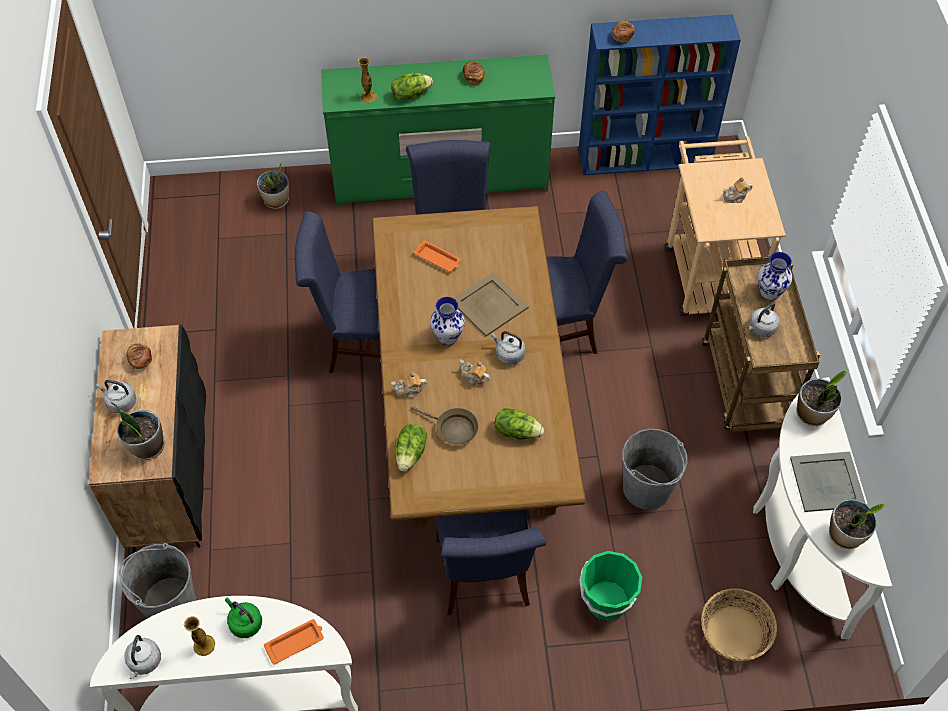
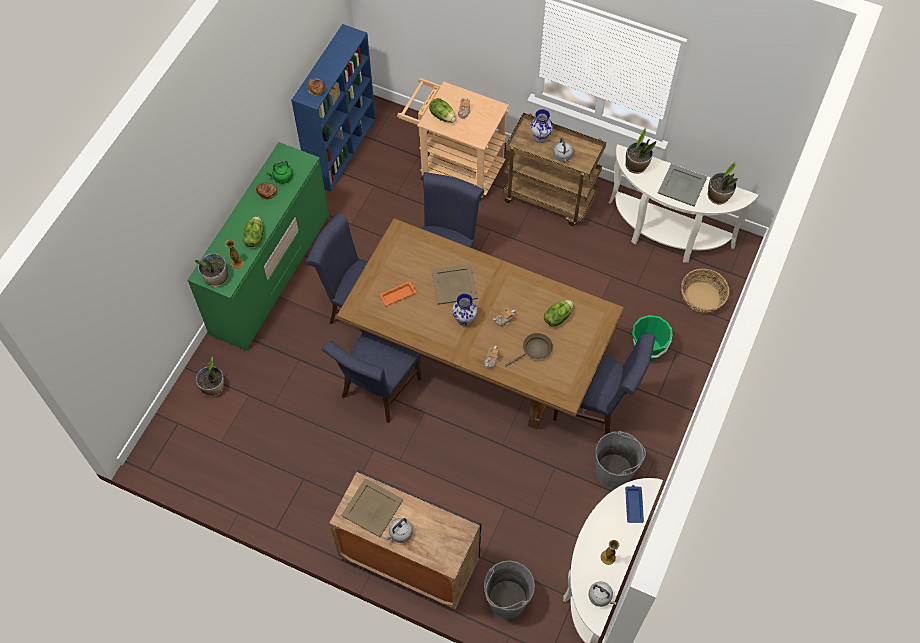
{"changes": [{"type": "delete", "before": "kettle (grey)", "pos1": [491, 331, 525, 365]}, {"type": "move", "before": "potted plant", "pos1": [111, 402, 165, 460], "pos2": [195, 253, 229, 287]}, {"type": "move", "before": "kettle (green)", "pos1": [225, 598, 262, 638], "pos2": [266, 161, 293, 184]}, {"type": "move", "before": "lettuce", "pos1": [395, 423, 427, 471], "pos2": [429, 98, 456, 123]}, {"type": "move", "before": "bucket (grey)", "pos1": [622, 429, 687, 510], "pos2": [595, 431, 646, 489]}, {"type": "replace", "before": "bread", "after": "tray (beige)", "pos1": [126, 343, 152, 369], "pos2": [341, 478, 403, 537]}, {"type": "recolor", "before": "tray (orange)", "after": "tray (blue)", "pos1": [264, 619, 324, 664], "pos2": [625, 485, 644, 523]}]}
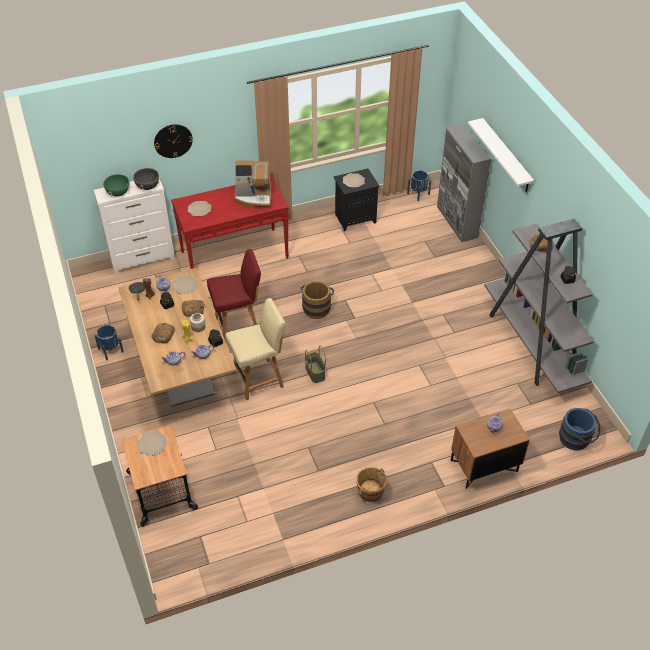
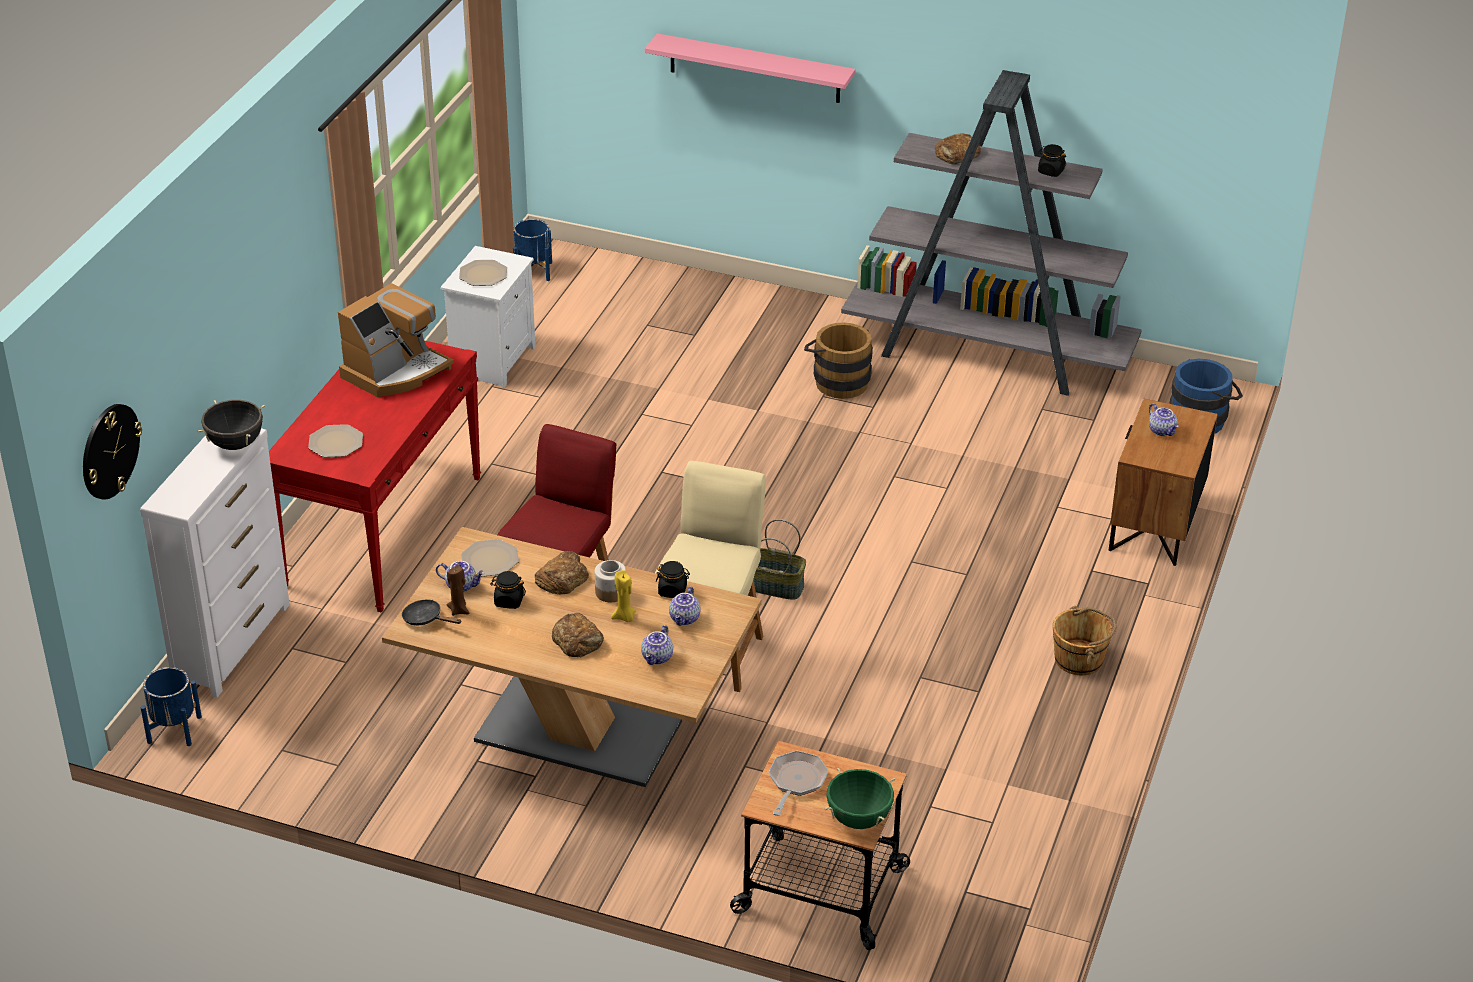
{"changes": [{"type": "delete", "before": "cabinet (grey)", "pos1": [437, 124, 491, 242]}, {"type": "move", "before": "planter (blue)", "pos1": [94, 325, 124, 360], "pos2": [141, 667, 202, 746]}, {"type": "move", "before": "cooking pot (green)", "pos1": [102, 173, 131, 196], "pos2": [825, 768, 896, 829]}, {"type": "move", "before": "wall clock", "pos1": [154, 124, 193, 158], "pos2": [83, 404, 142, 500]}, {"type": "move", "before": "bucket (brown)", "pos1": [301, 281, 334, 319], "pos2": [804, 323, 873, 399]}, {"type": "replace", "before": "plate", "after": "frying pan", "pos1": [138, 431, 168, 456], "pos2": [768, 751, 828, 816]}, {"type": "recolor", "before": "nightstand (black)", "after": "nightstand (white)", "pos1": [334, 169, 379, 231], "pos2": [440, 246, 536, 388]}, {"type": "recolor", "before": "shelf (white)", "after": "shelf (pink)", "pos1": [468, 118, 534, 192], "pos2": [645, 33, 856, 103]}]}
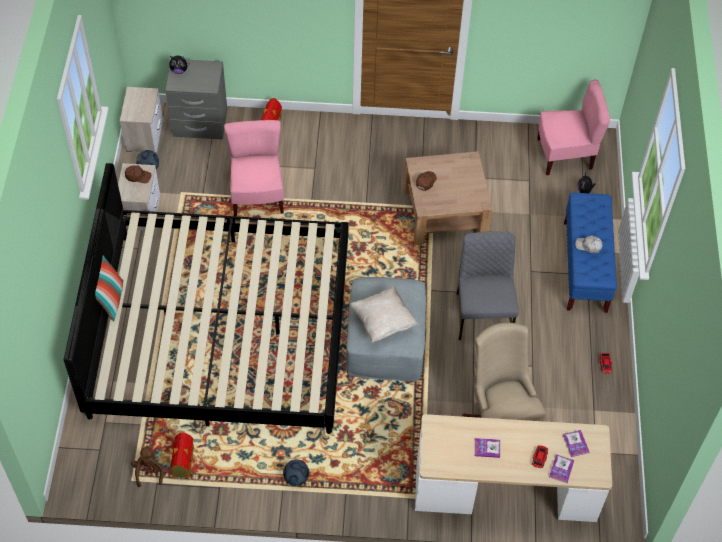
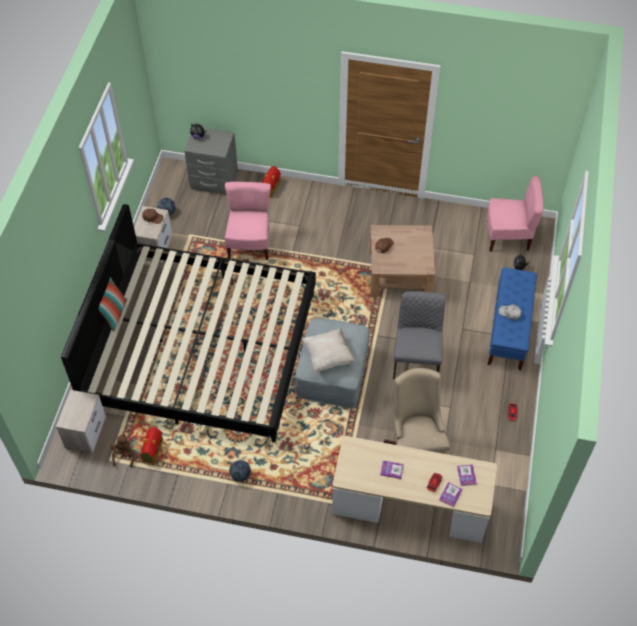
{"changes": [{"type": "move", "before": "nightstand", "pos1": [120, 87, 163, 152], "pos2": [56, 390, 106, 453]}]}
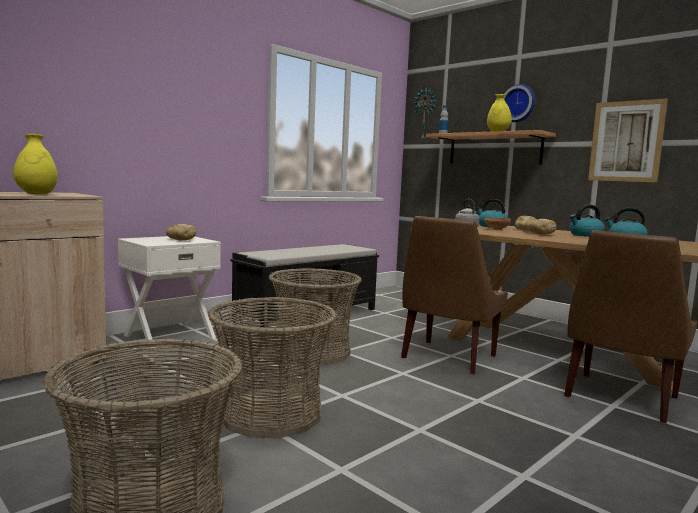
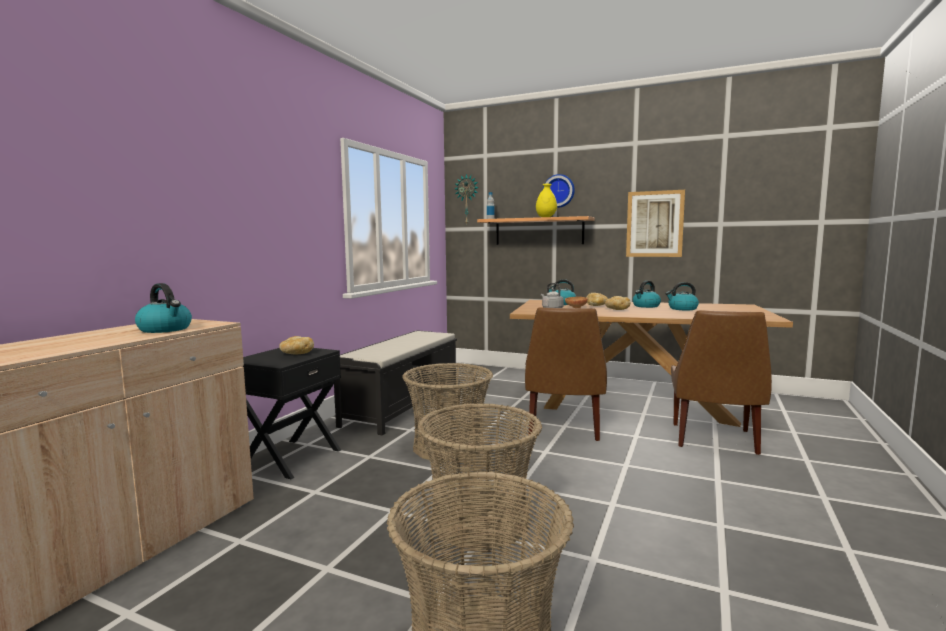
{"changes": [{"type": "replace", "before": "vase (yellow)", "after": "kettle", "pos1": [13, 134, 58, 194], "pos2": [135, 283, 192, 333]}, {"type": "recolor", "before": "nightstand (white)", "after": "nightstand (black)", "pos1": [118, 236, 221, 352], "pos2": [241, 348, 341, 479]}]}
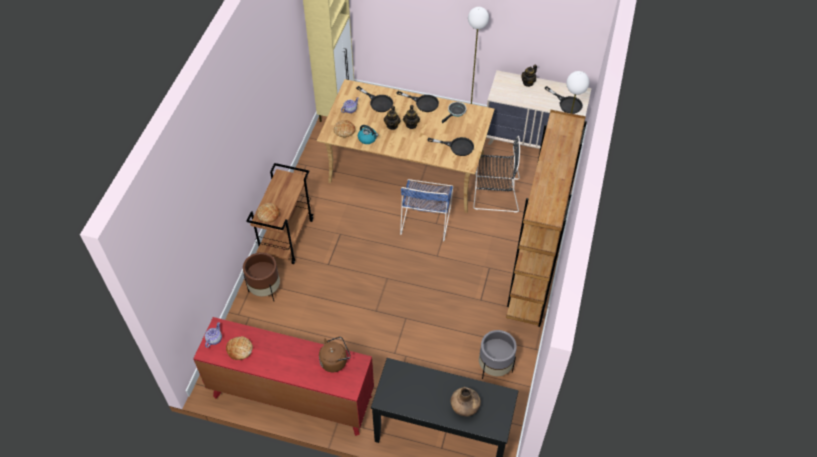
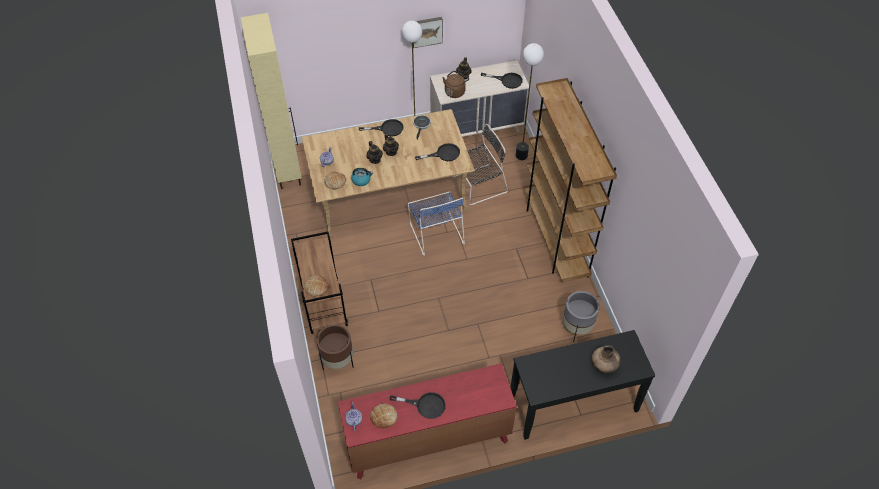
{"changes": [{"type": "insert", "after": "picture", "pos2": [413, 17, 443, 48]}, {"type": "move", "before": "kettle (brown)", "pos1": [319, 336, 351, 372], "pos2": [443, 71, 469, 98]}, {"type": "move", "before": "frying pan (black)", "pos1": [356, 86, 393, 112], "pos2": [389, 392, 446, 419]}]}
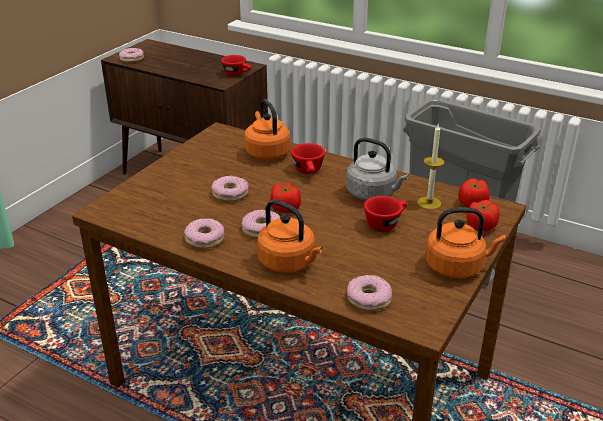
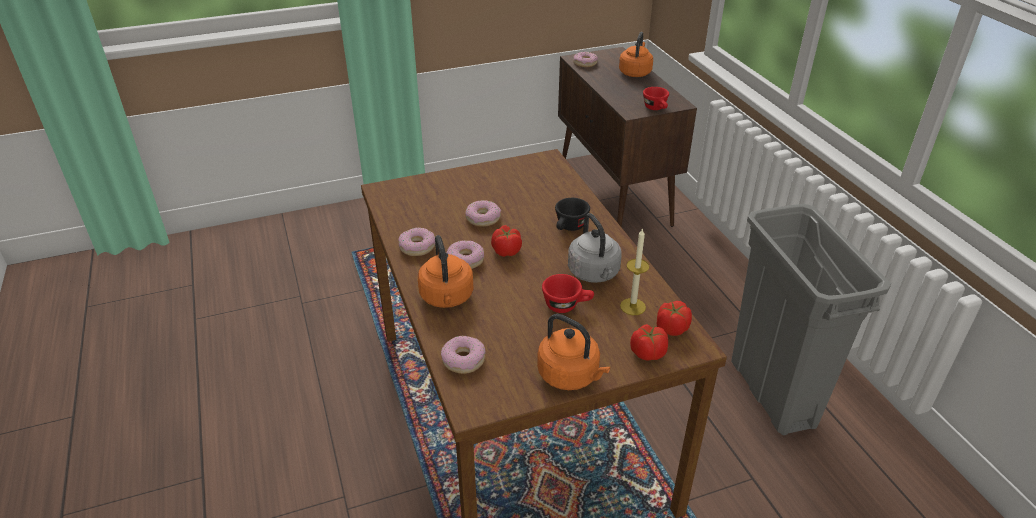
{"changes": [{"type": "move", "before": "kettle (orange)", "pos1": [244, 99, 290, 160], "pos2": [619, 32, 653, 77]}, {"type": "recolor", "before": "cup (red)", "after": "cup (black)", "pos1": [291, 143, 325, 174], "pos2": [555, 198, 590, 231]}]}
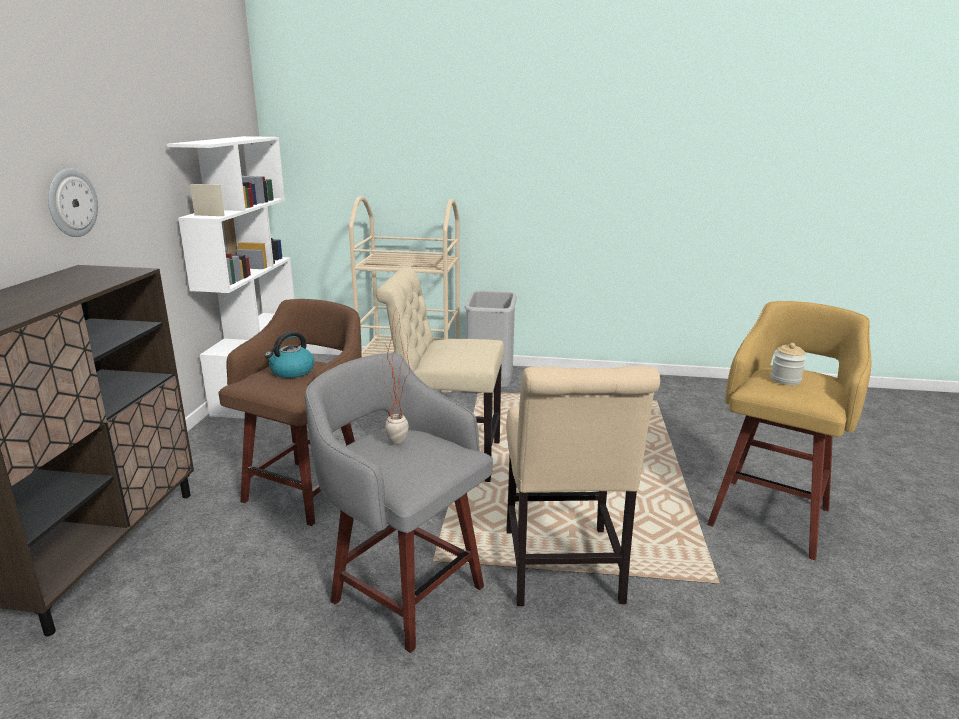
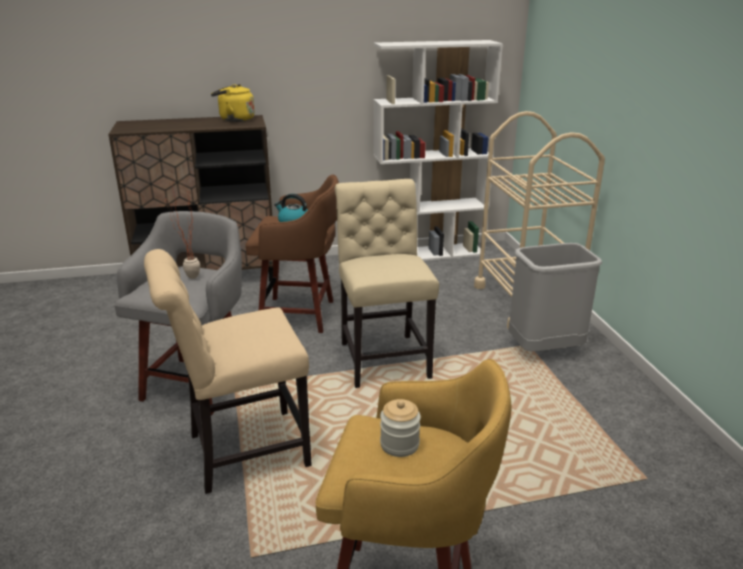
{"changes": [{"type": "delete", "before": "wall clock", "pos1": [48, 168, 98, 237]}, {"type": "insert", "after": "kettle (yellow)", "pos2": [211, 84, 255, 122]}]}
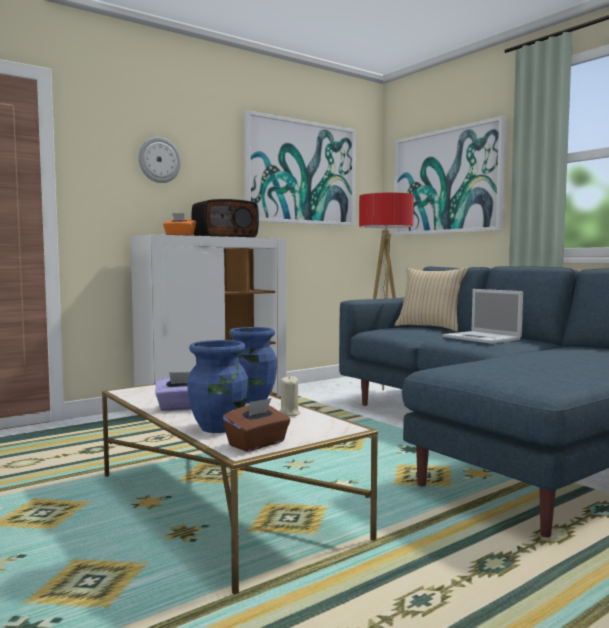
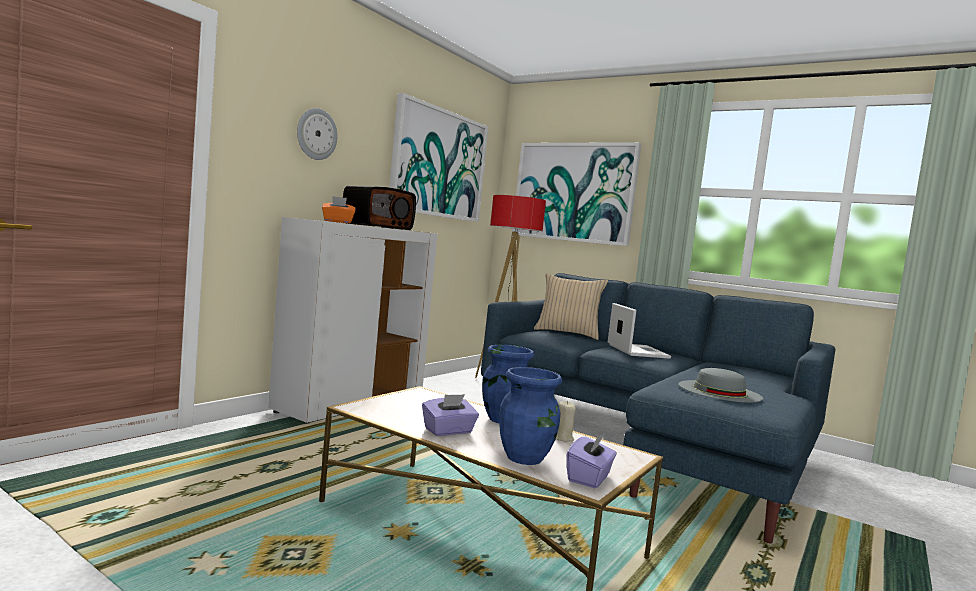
{"changes": [{"type": "insert", "after": "hat (grey)", "pos2": [678, 368, 763, 402]}, {"type": "recolor", "before": "tissue box (brown)", "after": "tissue box (purple)", "pos1": [223, 398, 290, 452], "pos2": [567, 433, 617, 488]}, {"type": "rotate", "before": "laptop", "pos1": [443, 289, 523, 344], "pos2": [608, 303, 671, 359], "turn": -135}]}
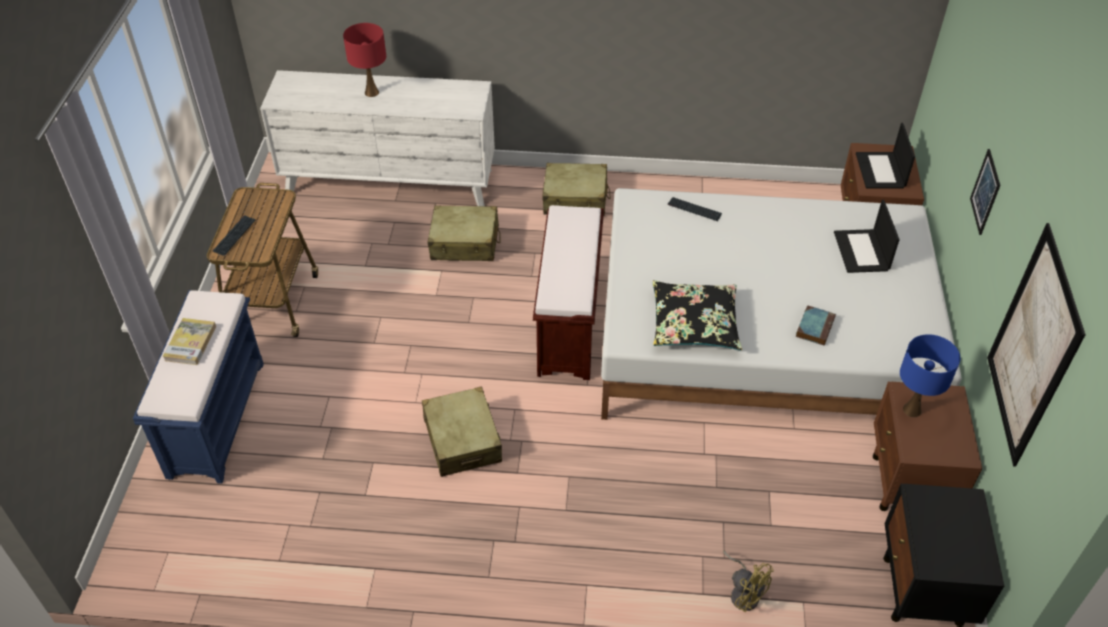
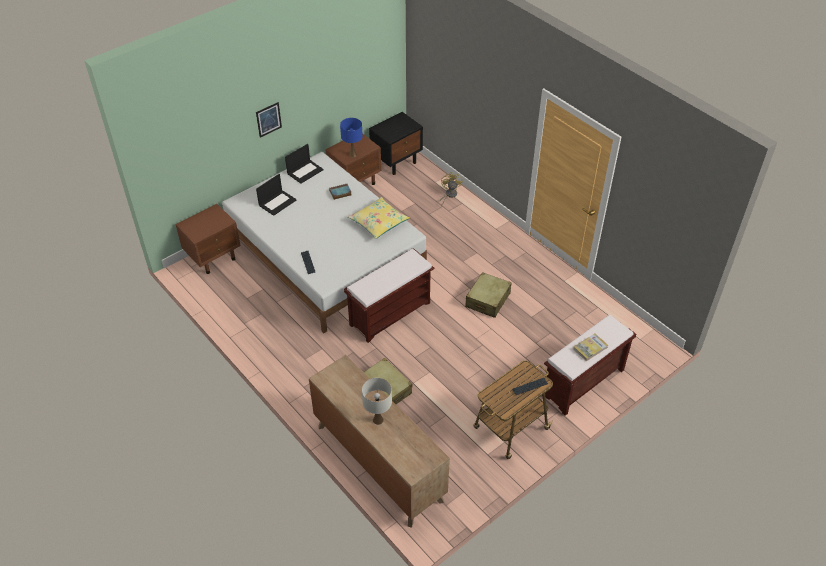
{"changes": [{"type": "delete", "before": "suitcase (beige)", "pos1": [543, 163, 611, 215]}, {"type": "delete", "before": "picture", "pos1": [987, 223, 1086, 467]}, {"type": "move", "before": "laptop", "pos1": [856, 123, 915, 188], "pos2": [285, 144, 324, 184]}, {"type": "recolor", "before": "bench (blue)", "after": "bench (brown)", "pos1": [133, 290, 264, 484], "pos2": [542, 315, 636, 416]}, {"type": "recolor", "before": "dresser (white)", "after": "dresser (brown)", "pos1": [260, 70, 495, 206], "pos2": [309, 355, 450, 528]}, {"type": "recolor", "before": "table lamp (red)", "after": "table lamp (white)", "pos1": [343, 23, 386, 97], "pos2": [362, 378, 392, 425]}, {"type": "recolor", "before": "pillow (black)", "after": "pillow (yellow)", "pos1": [652, 280, 742, 350], "pos2": [348, 197, 409, 239]}]}
